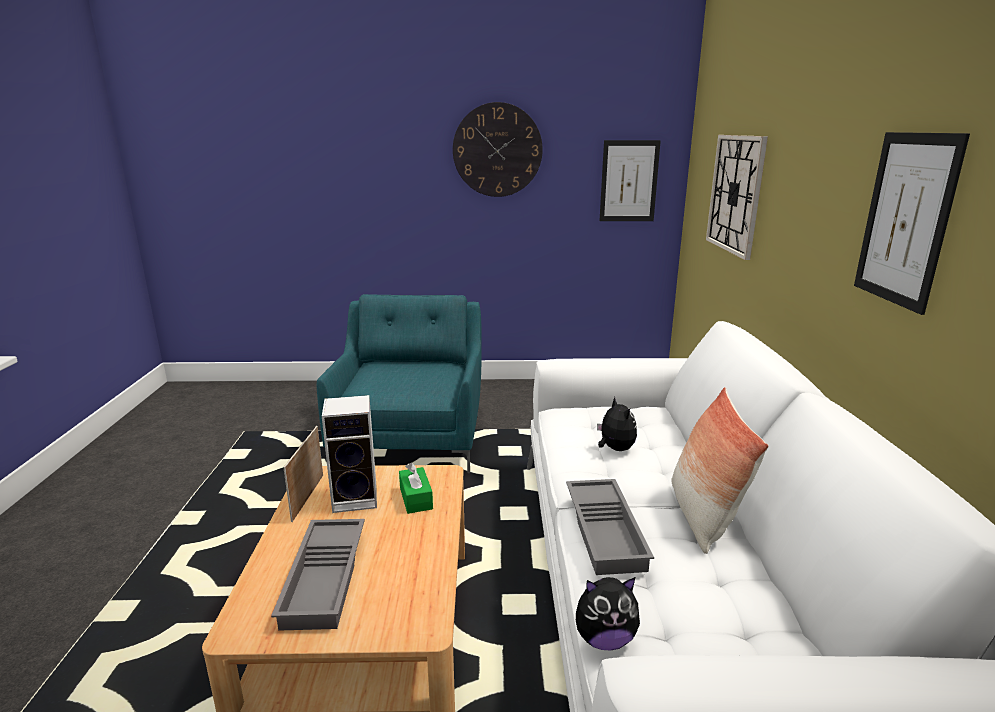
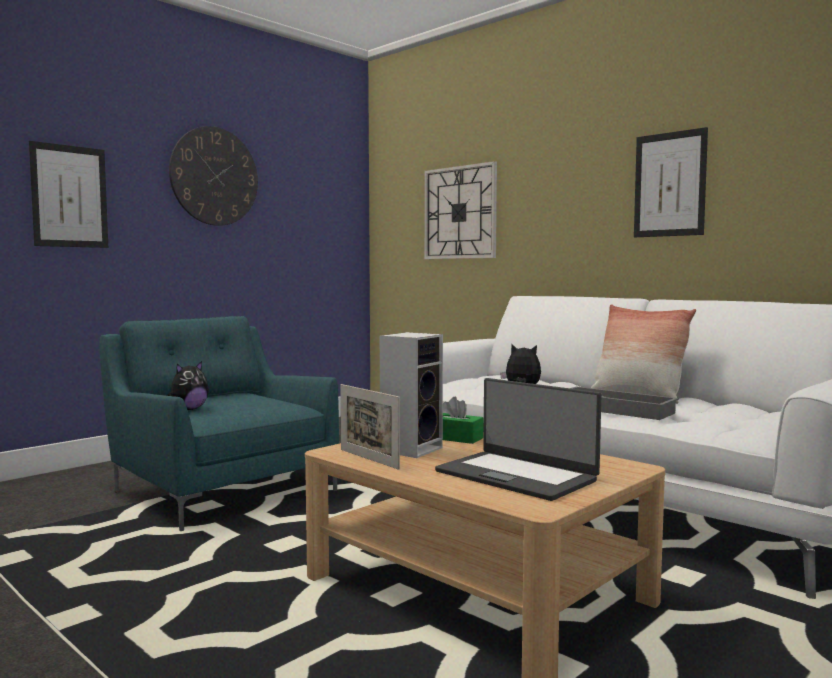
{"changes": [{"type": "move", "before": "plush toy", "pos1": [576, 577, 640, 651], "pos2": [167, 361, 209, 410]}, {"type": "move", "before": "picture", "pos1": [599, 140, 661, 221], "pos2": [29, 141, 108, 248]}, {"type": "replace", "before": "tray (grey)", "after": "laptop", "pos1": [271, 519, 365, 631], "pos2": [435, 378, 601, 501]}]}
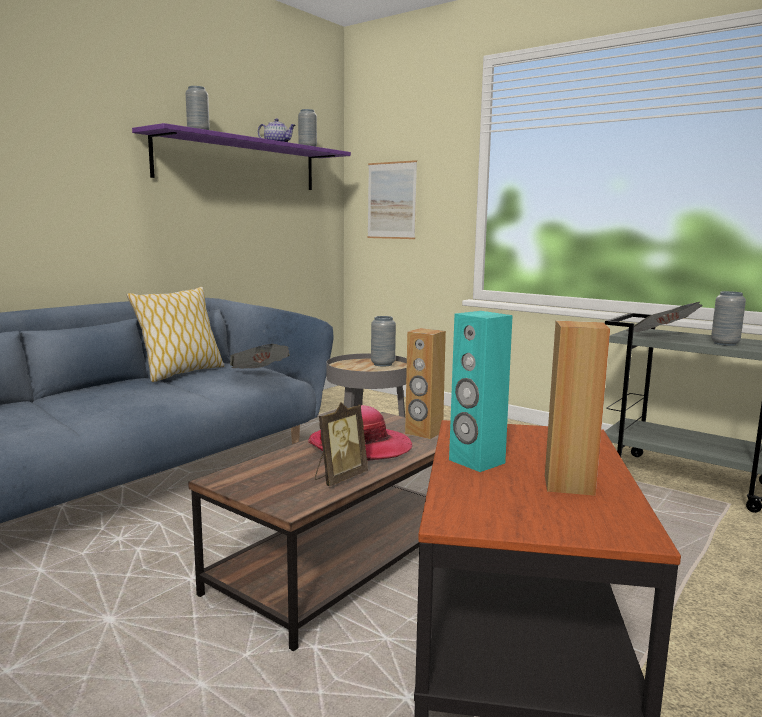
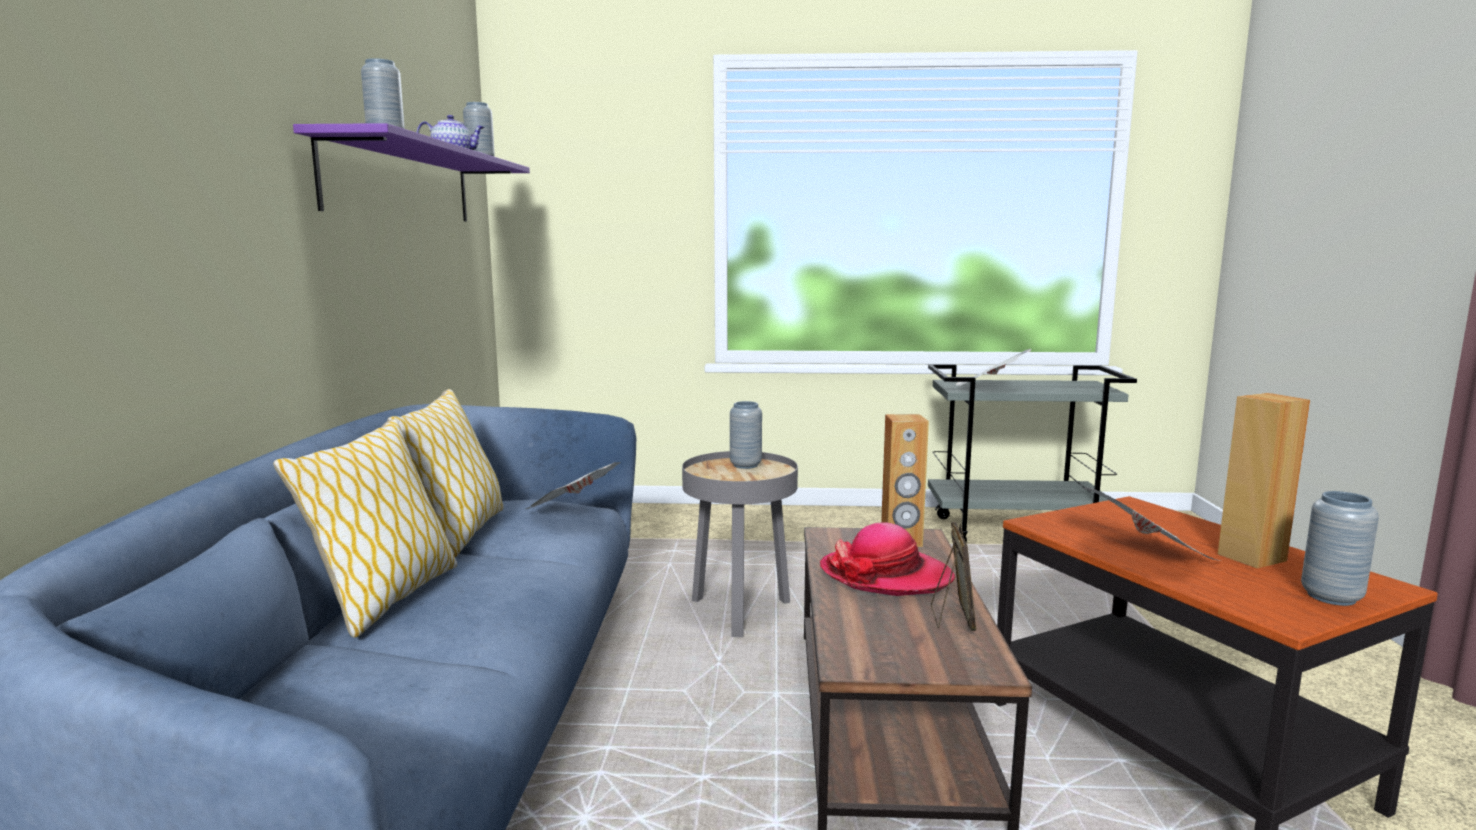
{"changes": [{"type": "delete", "before": "picture", "pos1": [368, 160, 417, 239]}, {"type": "insert", "after": "pillow", "pos2": [273, 419, 457, 638]}, {"type": "move", "before": "vase (grey)", "pos1": [711, 291, 746, 346], "pos2": [1301, 491, 1379, 606]}, {"type": "replace", "before": "speaker (turquoise)", "after": "newspaper", "pos1": [449, 311, 513, 472], "pos2": [1083, 487, 1221, 561]}]}
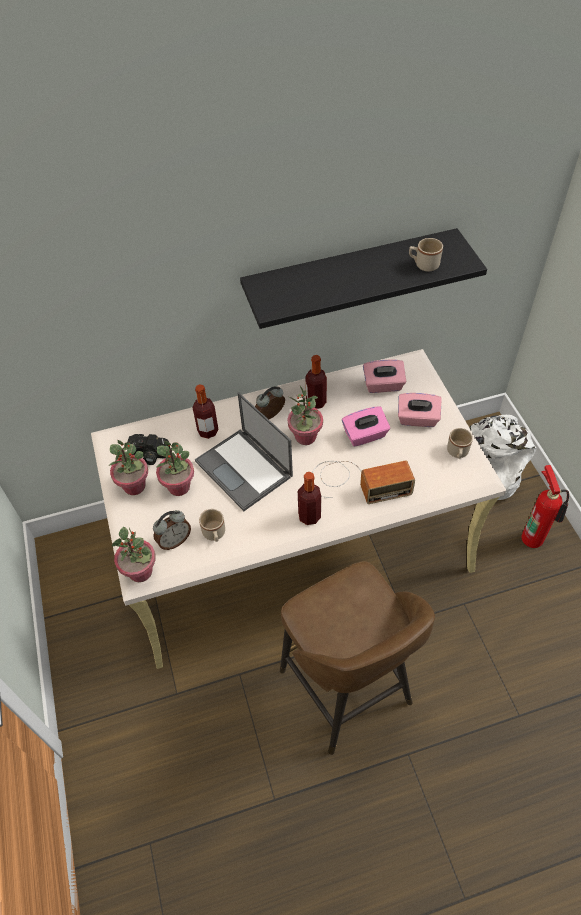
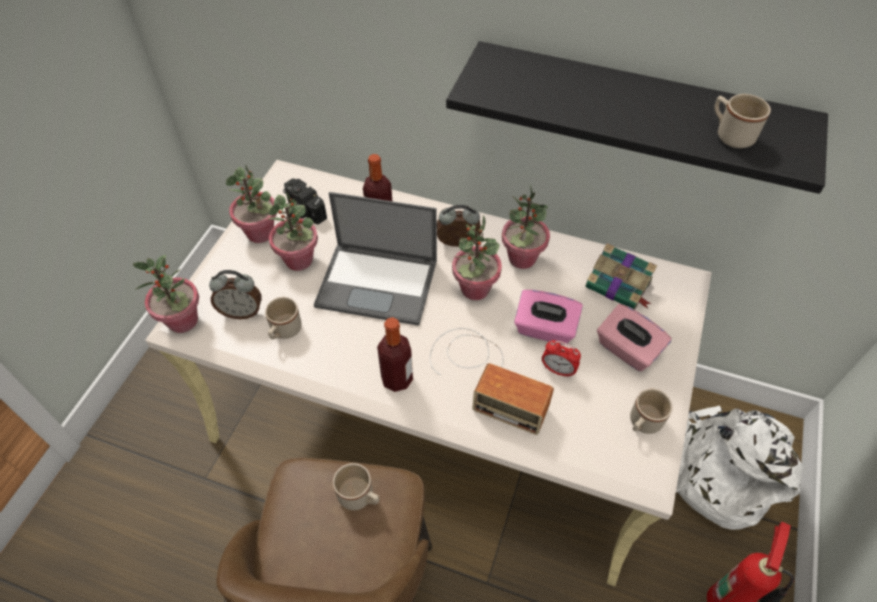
{"changes": [{"type": "insert", "after": "mug (beige)", "pos2": [333, 463, 379, 510]}, {"type": "insert", "after": "alarm clock", "pos2": [542, 340, 581, 378]}, {"type": "replace", "before": "bottle", "after": "potted plant", "pos1": [305, 355, 327, 409], "pos2": [502, 184, 550, 269]}, {"type": "replace", "before": "tissue box (pink)", "after": "book", "pos1": [363, 360, 406, 393], "pos2": [585, 243, 658, 310]}, {"type": "rotate", "before": "laptop", "pos1": [195, 392, 293, 511], "pos2": [314, 192, 437, 326], "turn": -75}]}
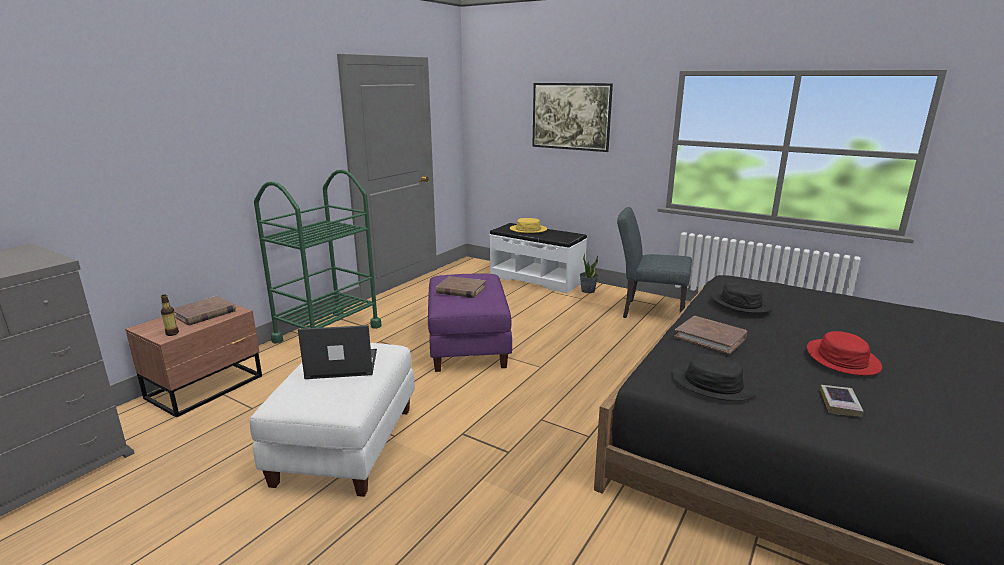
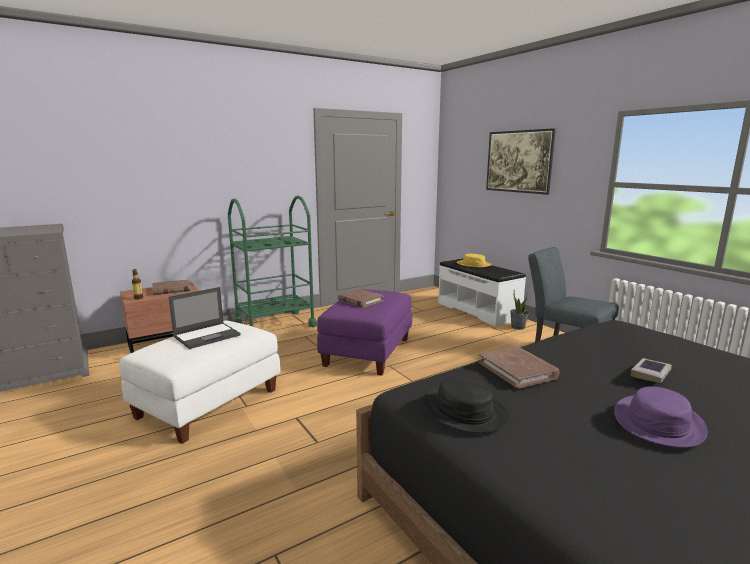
{"changes": [{"type": "delete", "before": "hat (black)", "pos1": [711, 281, 773, 313]}, {"type": "move", "before": "book", "pos1": [820, 385, 864, 416], "pos2": [631, 358, 672, 383]}, {"type": "recolor", "before": "hat (red)", "after": "hat (purple)", "pos1": [807, 331, 882, 376], "pos2": [614, 386, 708, 448]}, {"type": "rotate", "before": "laptop", "pos1": [298, 325, 377, 379], "pos2": [169, 287, 241, 349], "turn": 120}]}
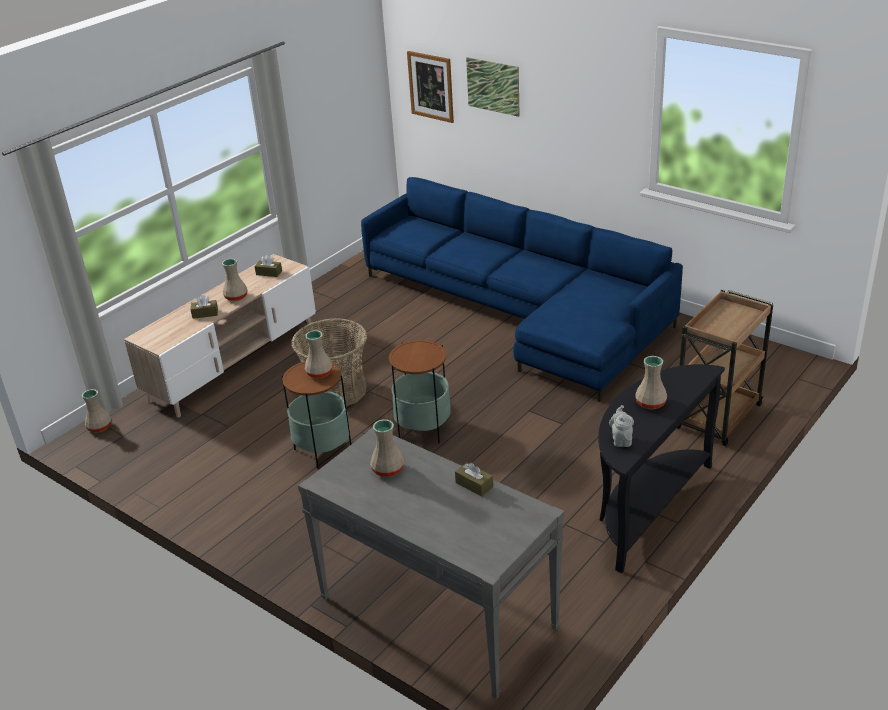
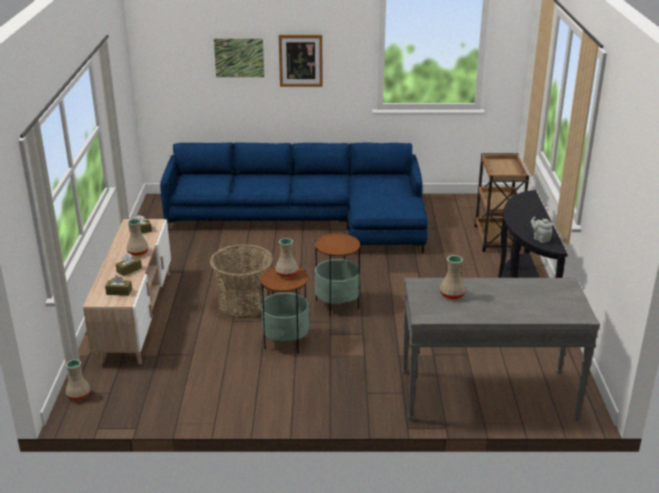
{"changes": [{"type": "delete", "before": "vase (beige)", "pos1": [635, 356, 667, 409]}, {"type": "move", "before": "picture", "pos1": [407, 51, 454, 123], "pos2": [279, 35, 323, 87]}, {"type": "move", "before": "tissue box (brown)", "pos1": [455, 462, 493, 497], "pos2": [105, 275, 132, 296]}]}
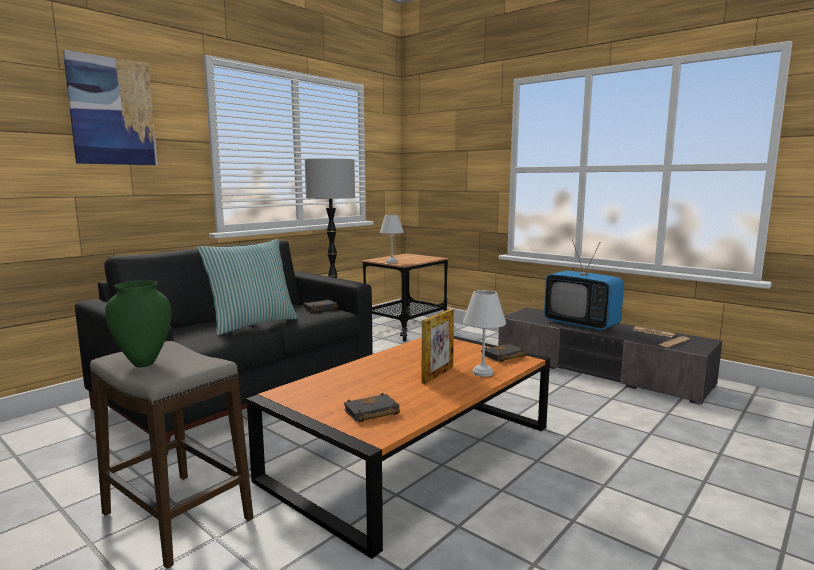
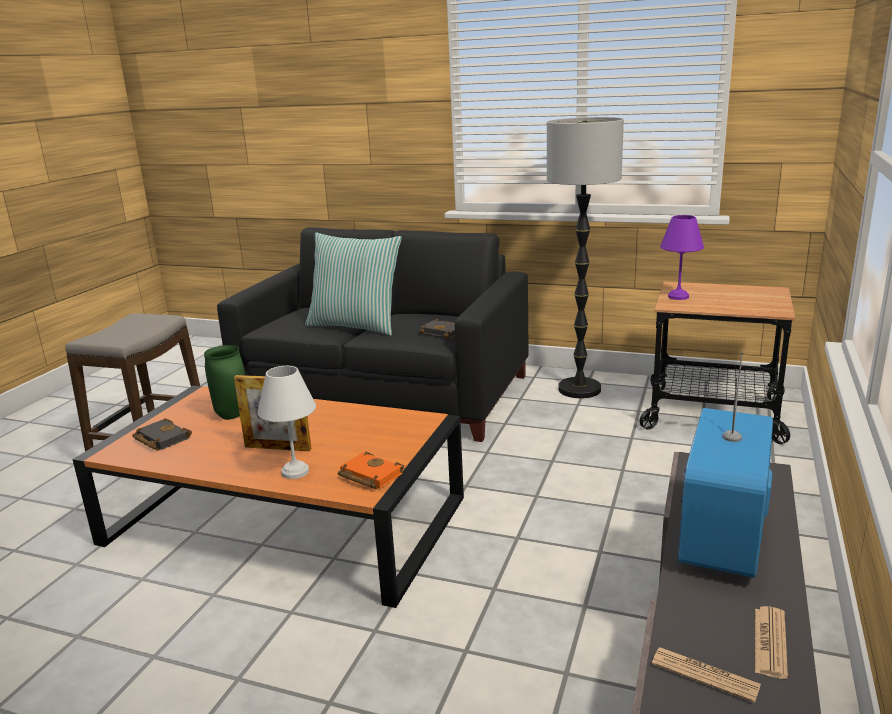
{"changes": [{"type": "delete", "before": "picture", "pos1": [63, 50, 157, 165]}, {"type": "move", "before": "vase (green)", "pos1": [105, 280, 171, 367], "pos2": [204, 345, 245, 420]}, {"type": "recolor", "before": "table lamp (white)", "after": "table lamp (purple)", "pos1": [380, 215, 404, 263], "pos2": [660, 215, 704, 300]}, {"type": "recolor", "before": "book (black)", "after": "book (orange)", "pos1": [481, 343, 527, 362], "pos2": [338, 452, 404, 489]}]}
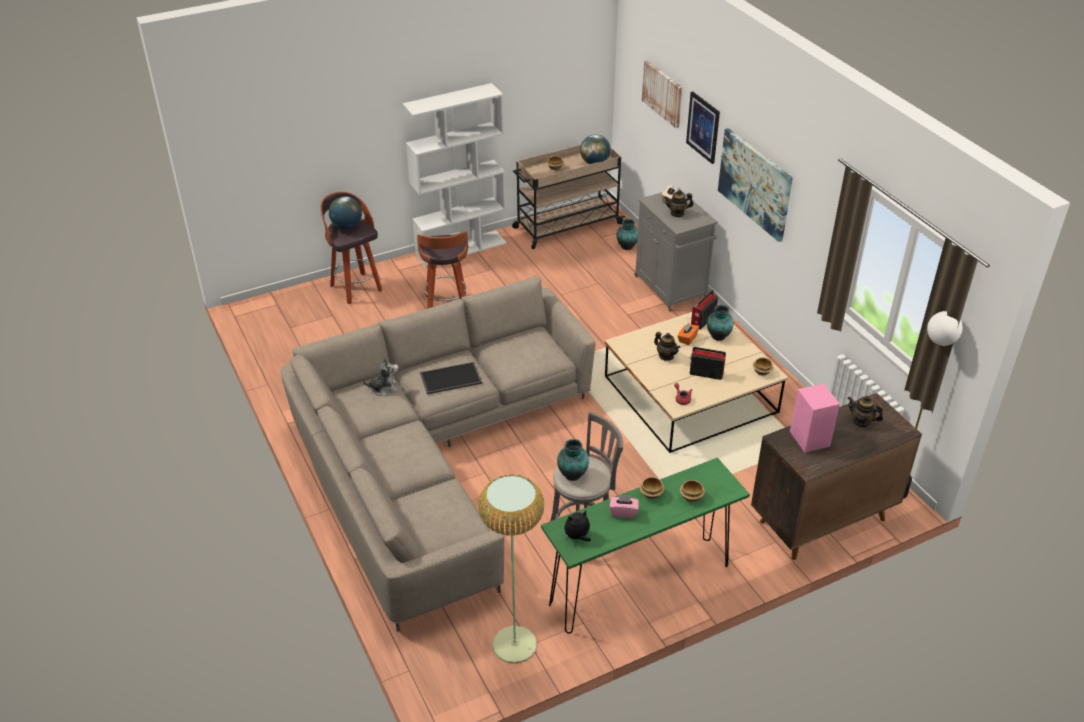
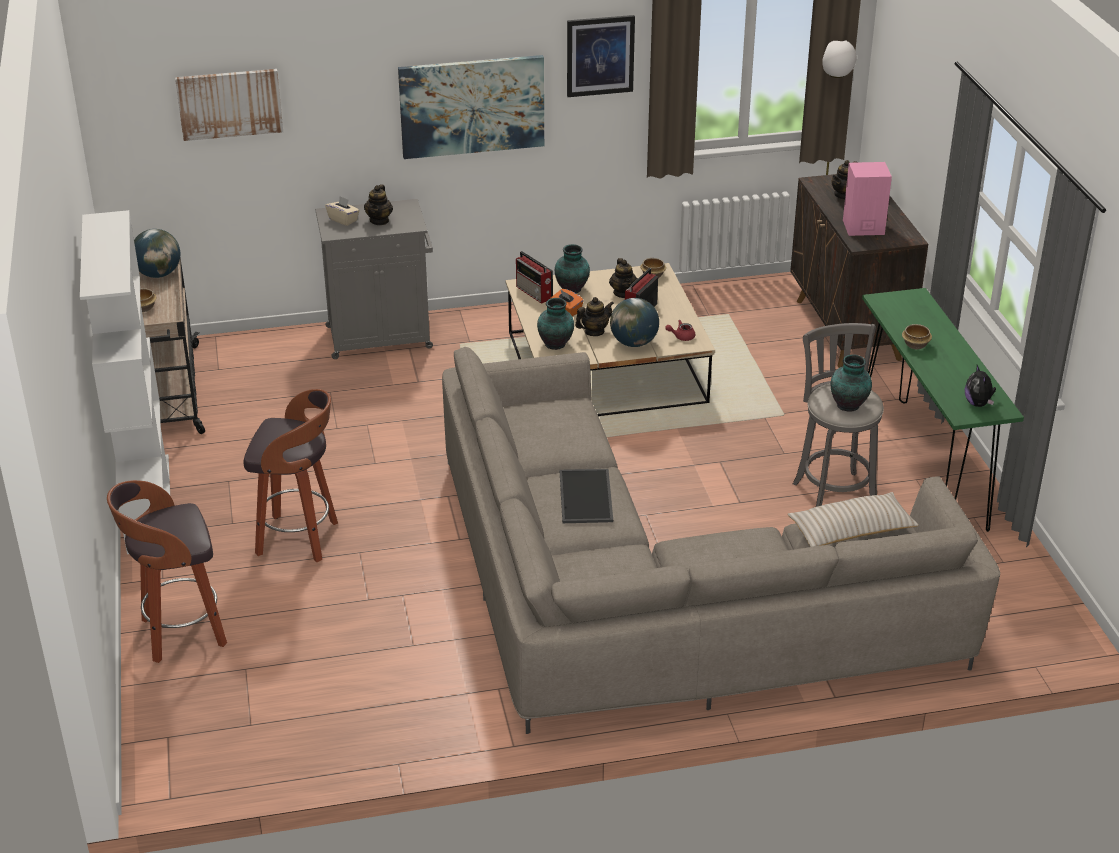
{"changes": [{"type": "delete", "before": "plush toy", "pos1": [363, 358, 399, 396]}, {"type": "delete", "before": "floor lamp", "pos1": [478, 474, 544, 663]}, {"type": "delete", "before": "tissue box (pink)", "pos1": [609, 494, 639, 518]}, {"type": "delete", "before": "bowl", "pos1": [680, 480, 705, 502]}, {"type": "insert", "after": "teapot", "pos2": [609, 258, 638, 298]}, {"type": "insert", "after": "pillow (beige)", "pos2": [787, 492, 919, 547]}, {"type": "move", "before": "globe", "pos1": [329, 196, 362, 229], "pos2": [610, 298, 659, 347]}, {"type": "move", "before": "vase", "pos1": [617, 219, 638, 250], "pos2": [537, 298, 574, 350]}, {"type": "move", "before": "picture", "pos1": [686, 91, 720, 164], "pos2": [567, 15, 635, 97]}]}
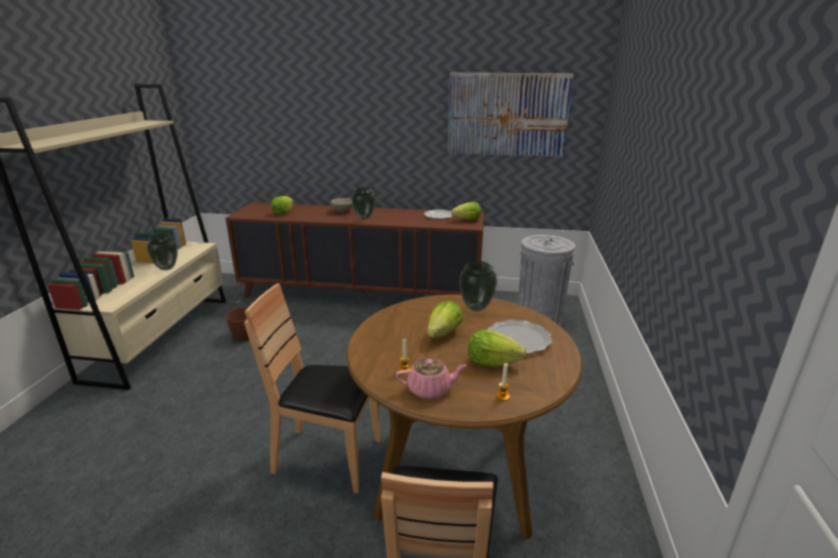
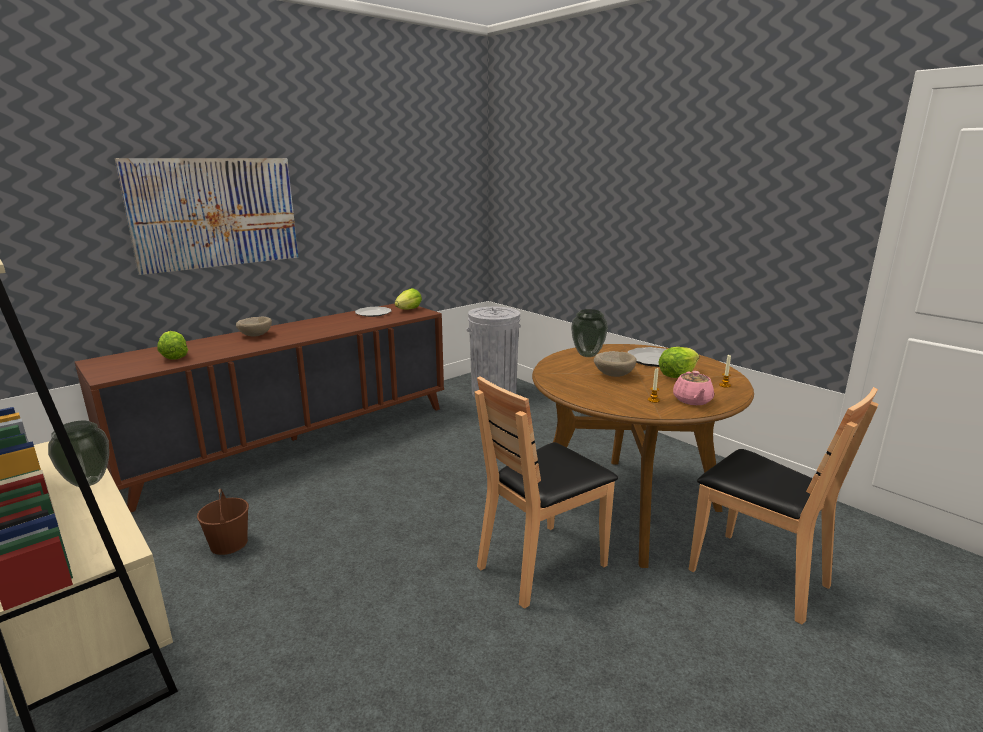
{"changes": [{"type": "delete", "before": "vase", "pos1": [351, 187, 376, 220]}, {"type": "move", "before": "picture", "pos1": [448, 73, 573, 157], "pos2": [115, 158, 298, 275]}, {"type": "replace", "before": "lettuce", "after": "bowl (beige)", "pos1": [427, 301, 463, 338], "pos2": [594, 351, 636, 377]}, {"type": "rotate", "before": "teapot (pink)", "pos1": [396, 358, 467, 399], "pos2": [673, 371, 714, 405], "turn": 150}]}
